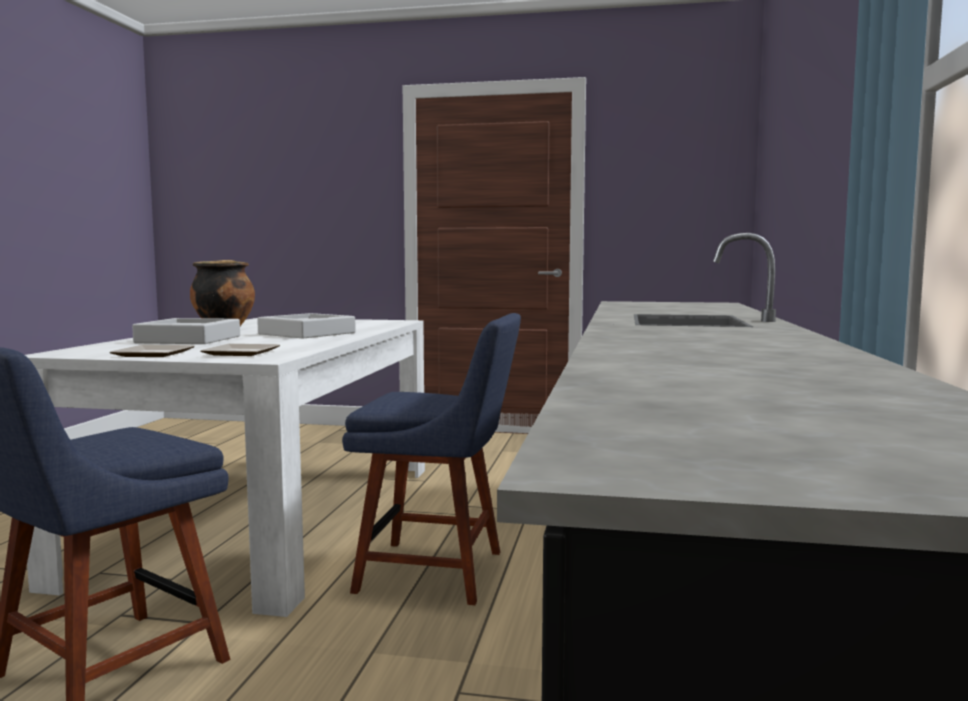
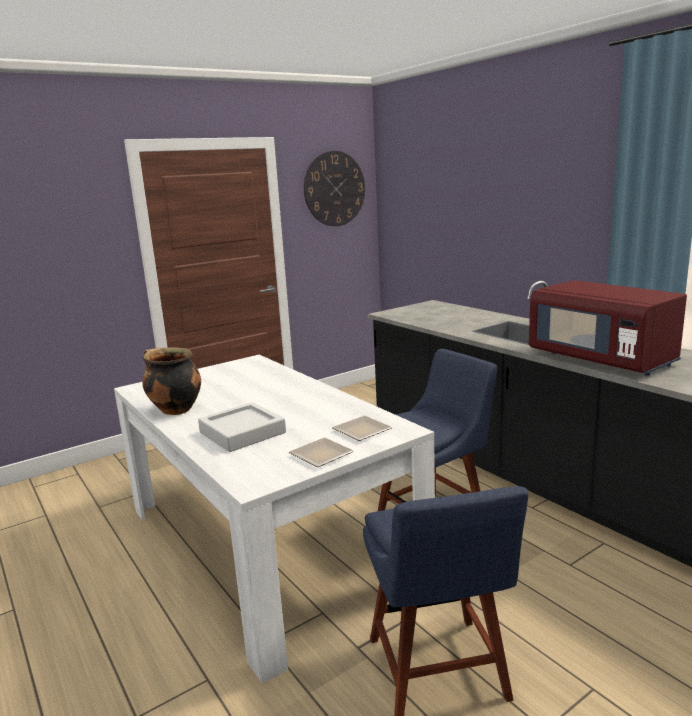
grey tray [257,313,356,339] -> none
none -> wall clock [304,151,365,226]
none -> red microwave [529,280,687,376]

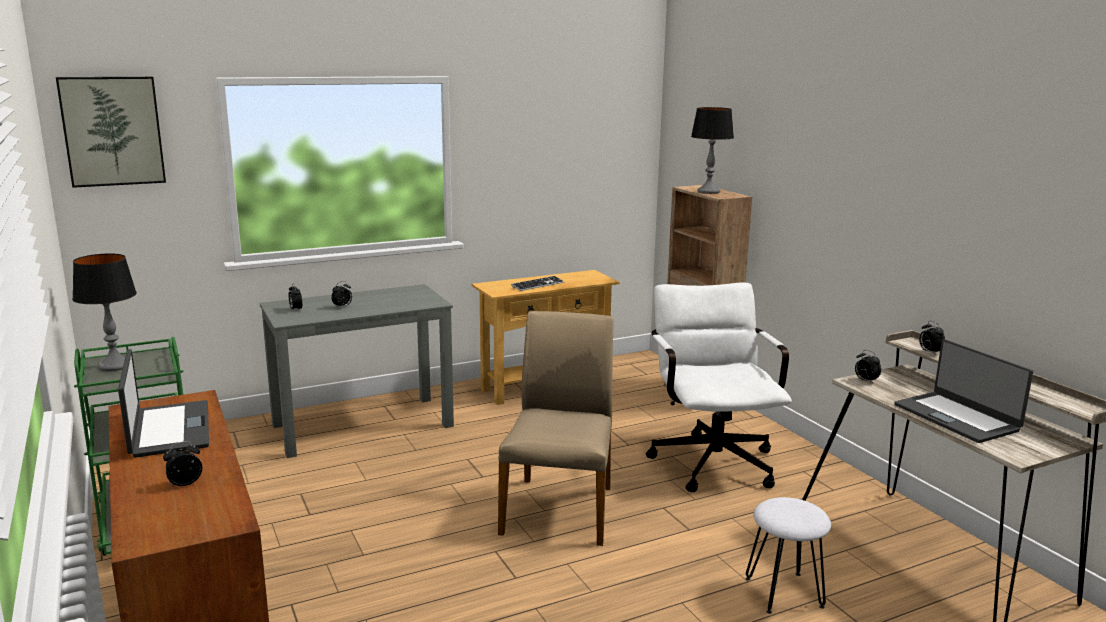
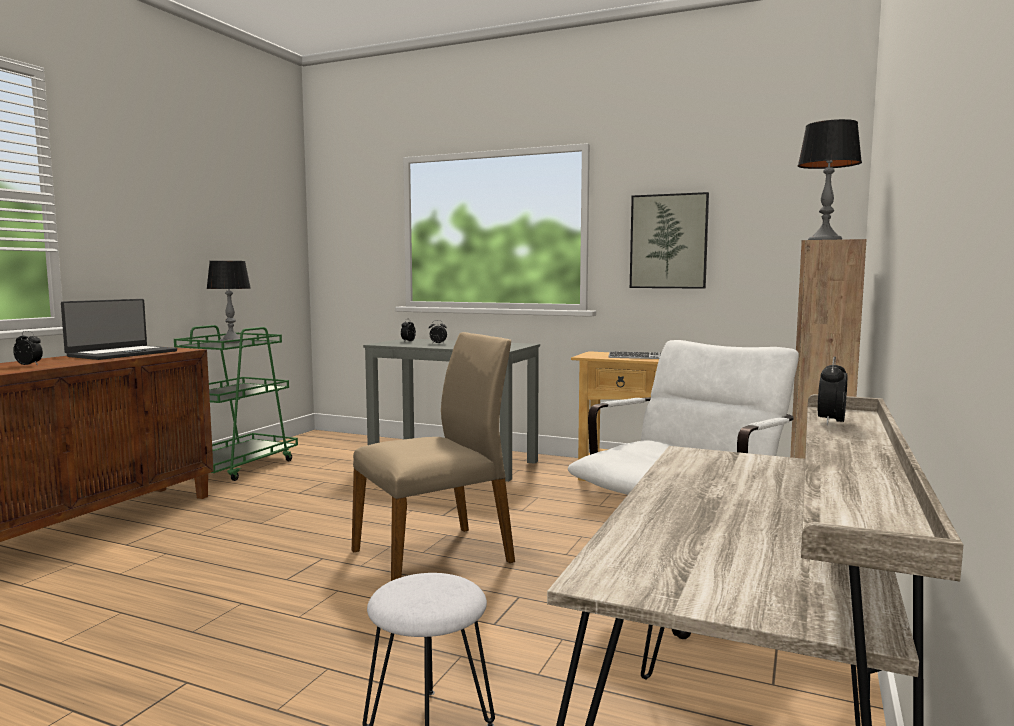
picture [56,77,166,188] -> picture [630,192,709,289], moved
alarm clock [855,350,881,384] -> none
laptop [894,339,1033,443] -> none

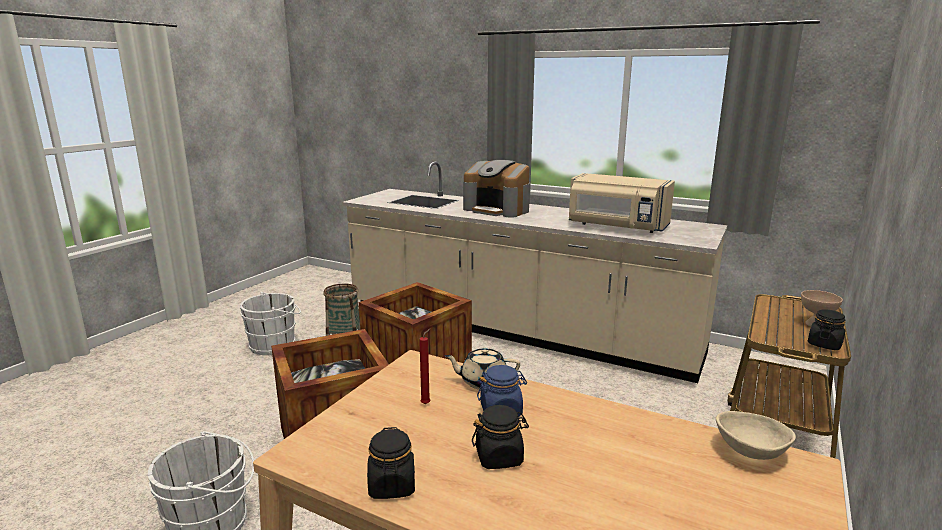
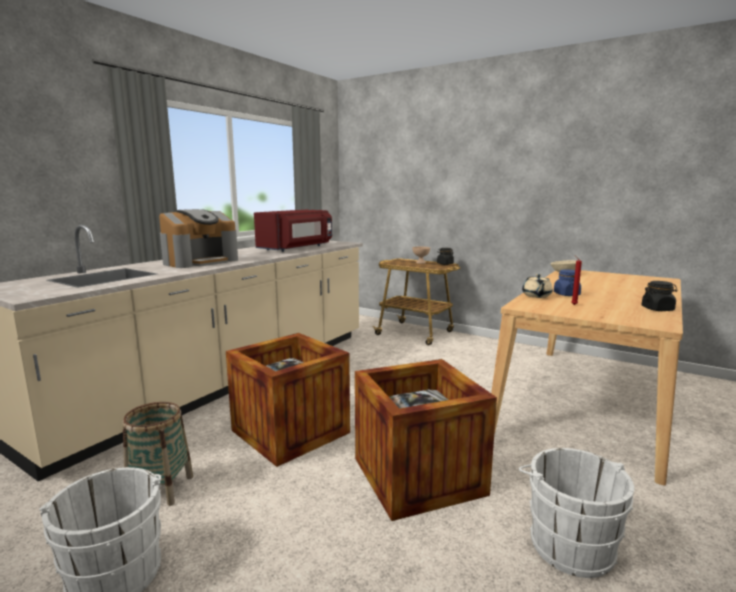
black jar [472,405,529,469] -> none
beige microwave [569,173,675,233] -> red microwave [254,210,332,252]

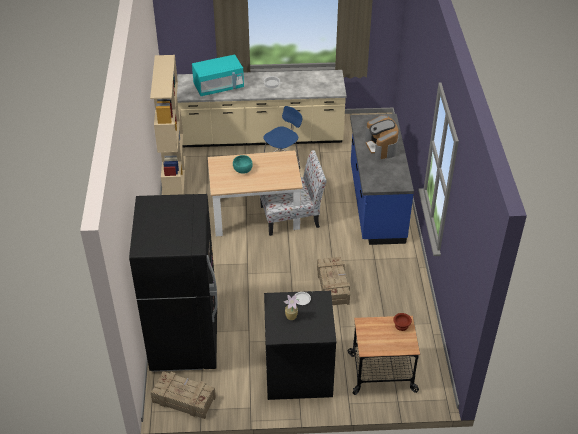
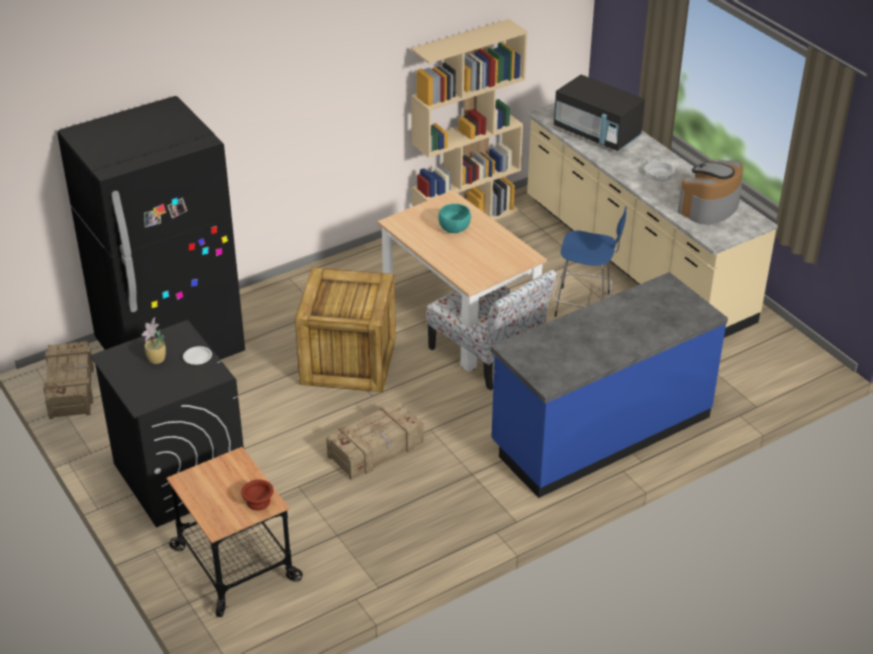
turquoise microwave [192,55,244,96] -> black microwave [554,75,645,151]
coffee machine [365,115,399,160] -> coffee machine [678,159,743,225], moved
none -> crate [295,267,396,392]

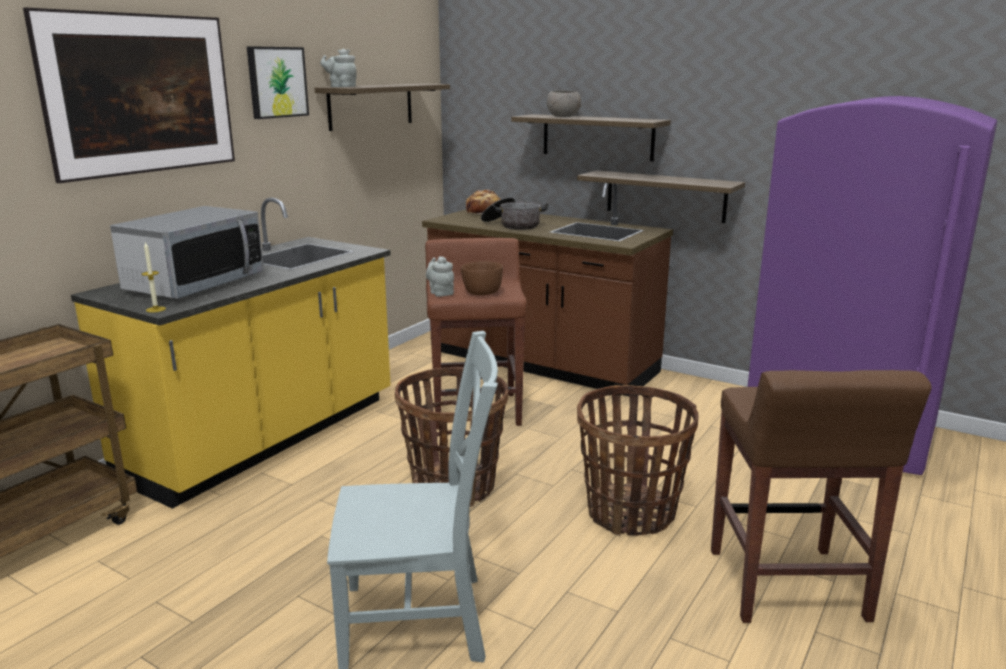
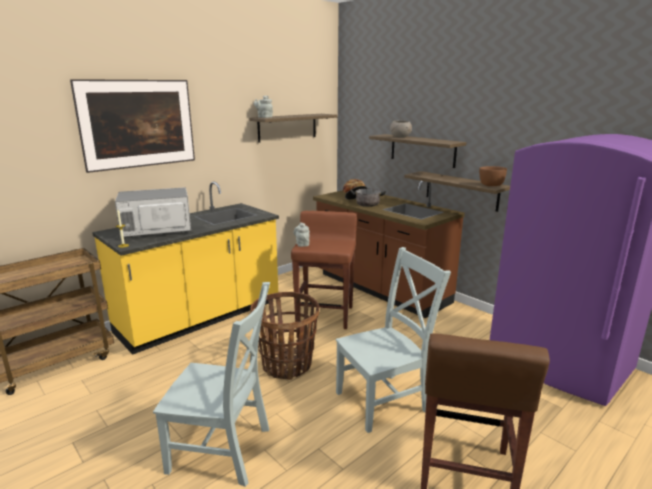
microwave [110,206,264,299] -> microwave [115,187,191,237], 150 degrees counterclockwise
picture [247,46,309,119] -> none
brown bowl [461,261,503,295] -> brown bowl [479,166,507,186], moved
basket [577,385,698,536] -> grey chair [336,247,451,433]

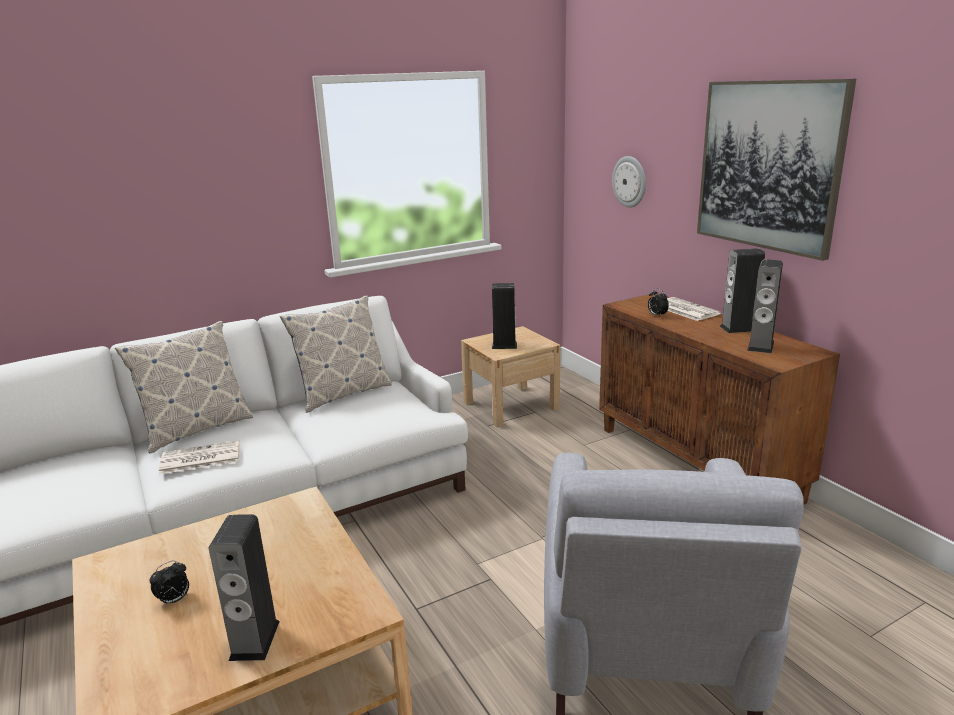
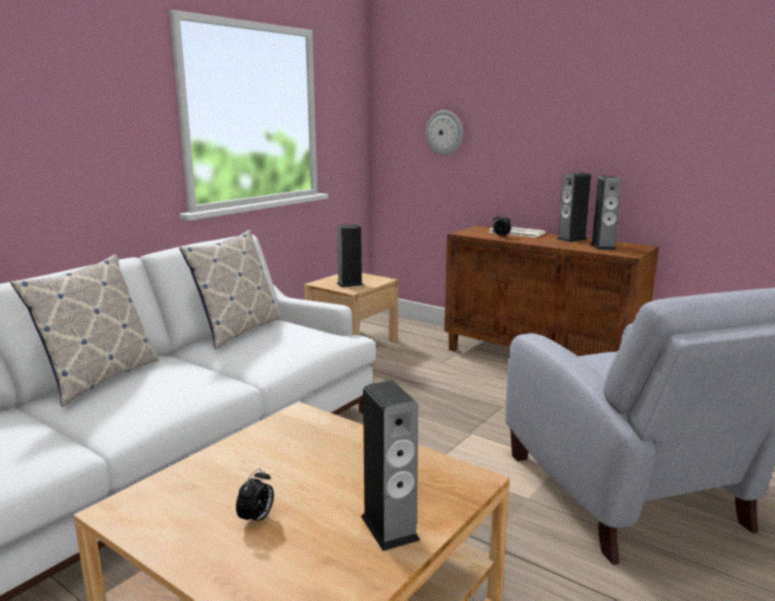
newspaper [159,440,240,474] -> none
picture [697,79,856,261] -> none

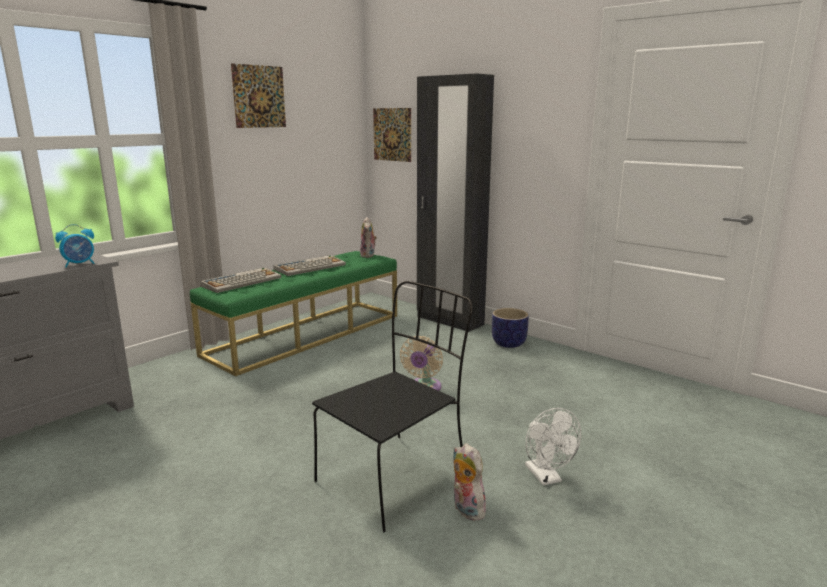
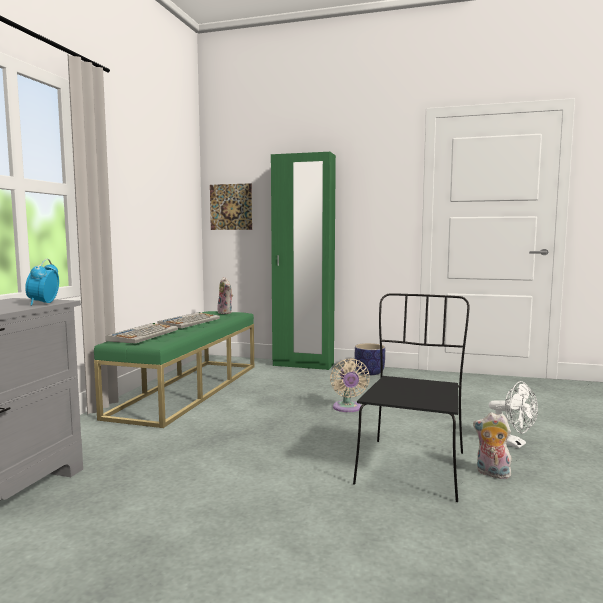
alarm clock [55,224,95,268] -> alarm clock [25,259,59,306], 150 degrees clockwise
picture [231,63,286,128] -> none
black wardrobe [417,73,494,332] -> green wardrobe [271,152,336,370]

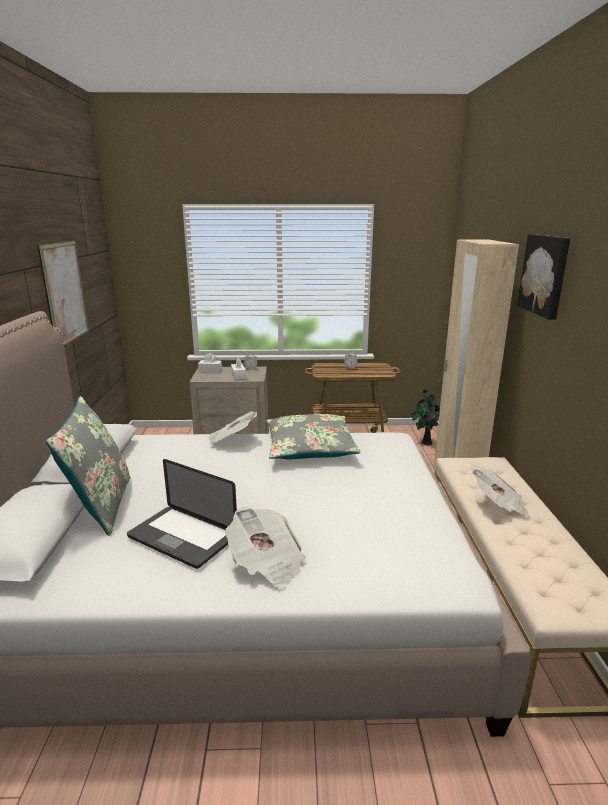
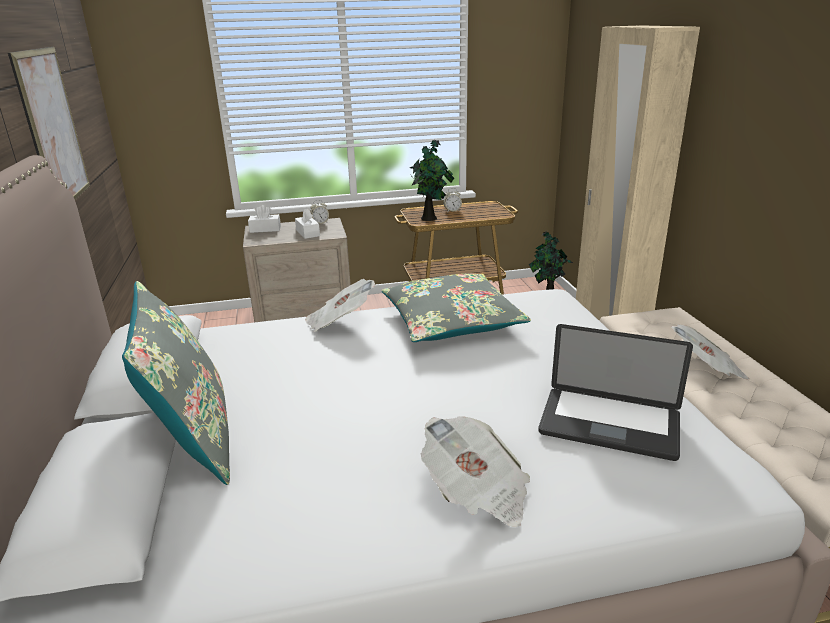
laptop [127,459,237,569] -> laptop [538,324,693,461], moved
picture [517,234,570,320] -> none
none -> potted plant [410,140,454,221]

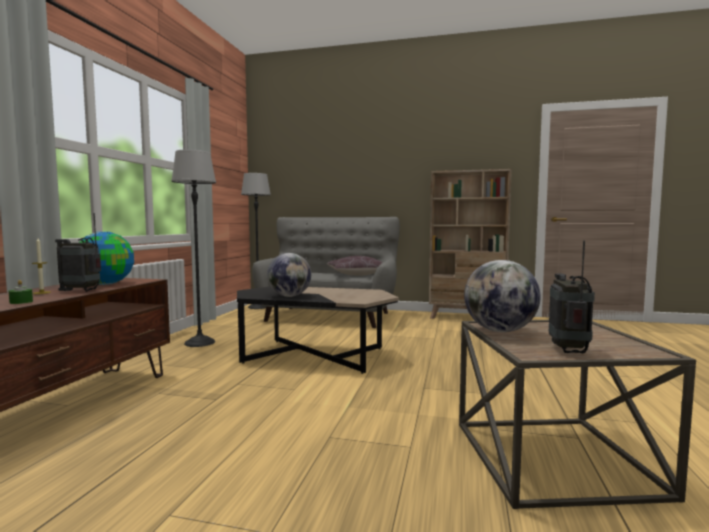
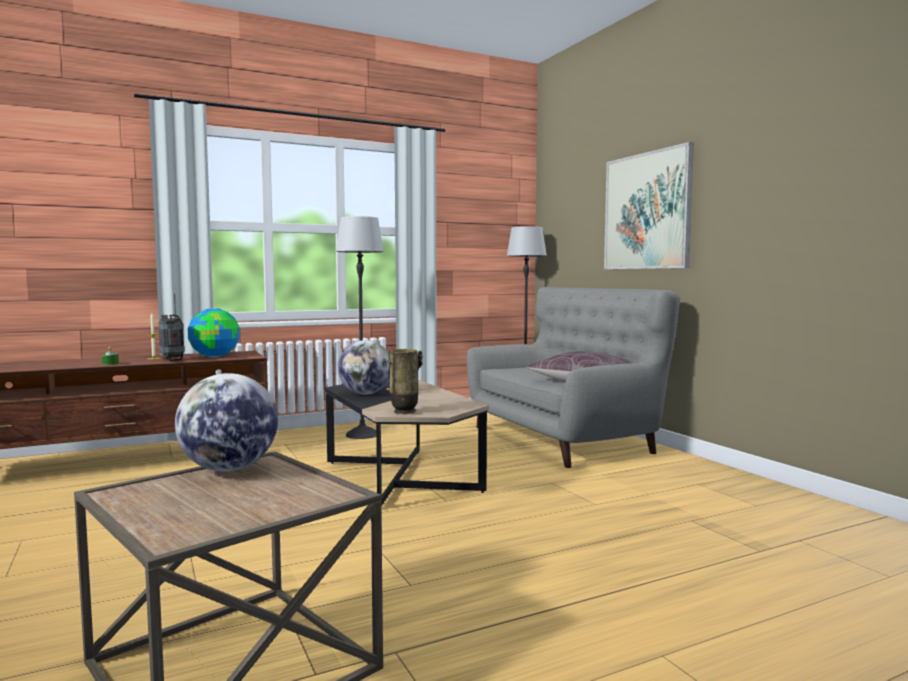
beige bookcase [429,169,512,319] -> none
radio [549,240,595,353] -> none
none -> vase [387,349,423,414]
none -> picture [604,142,694,269]

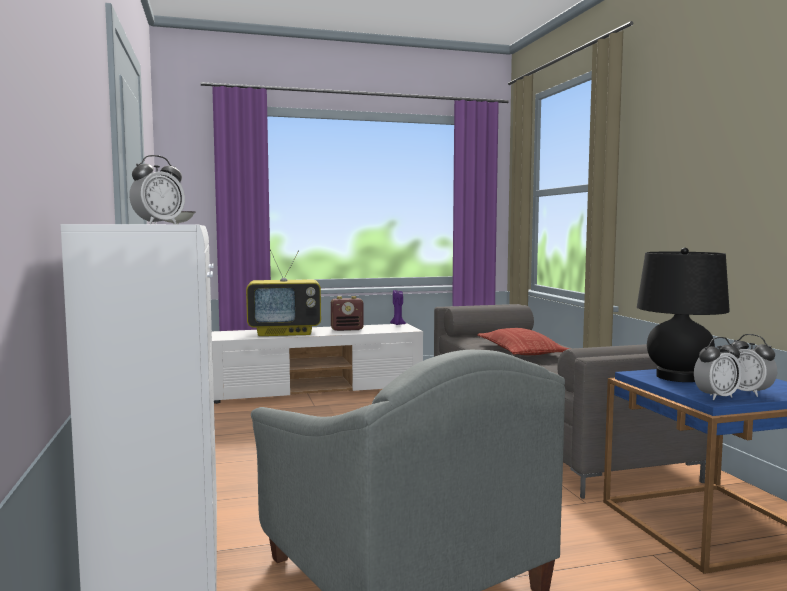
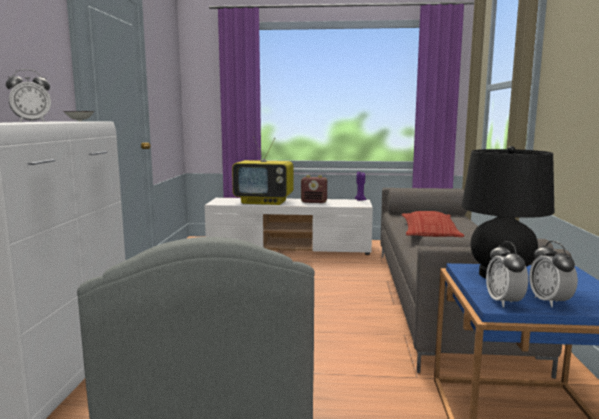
alarm clock [694,337,742,400] -> alarm clock [486,241,528,308], 90 degrees clockwise

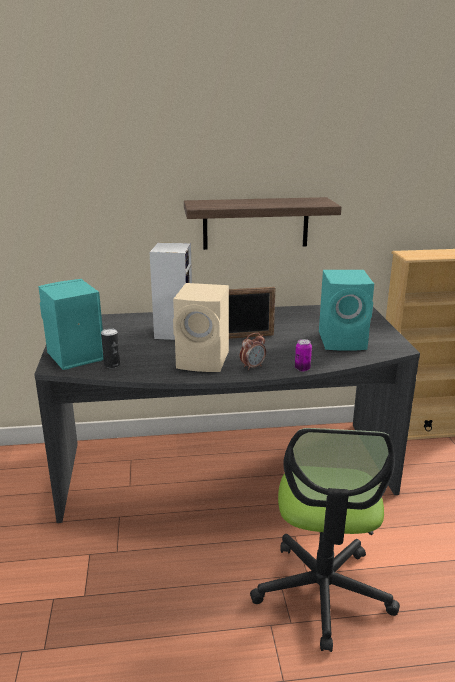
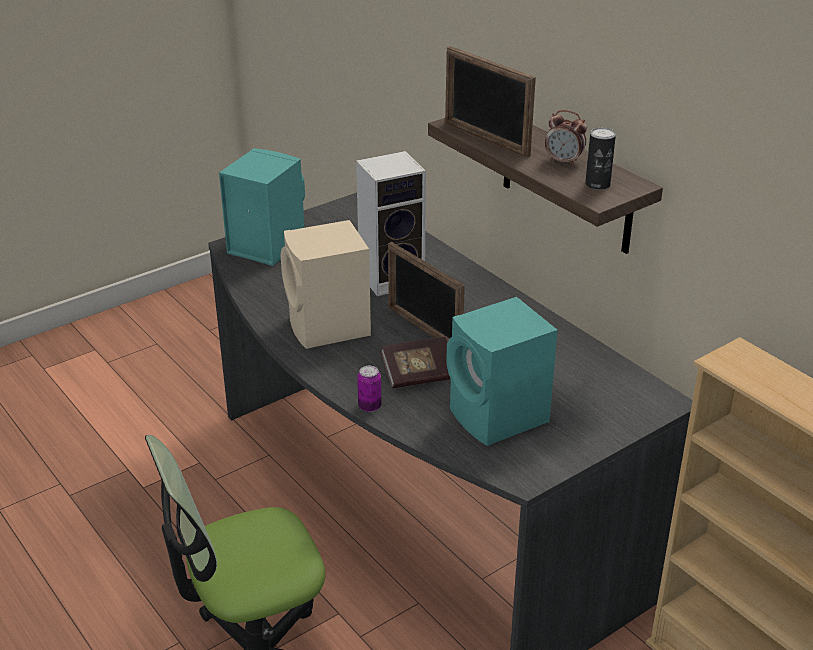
can [101,328,120,368] -> can [585,127,616,190], moved
alarm clock [240,333,266,370] -> alarm clock [545,110,587,166], moved
none -> book [380,337,450,389]
none -> picture frame [445,46,536,158]

